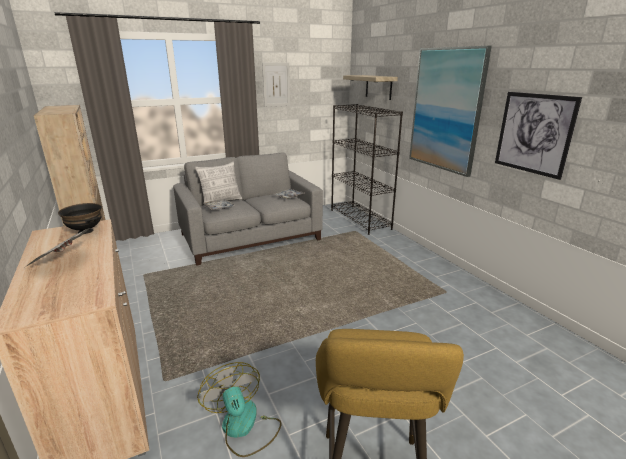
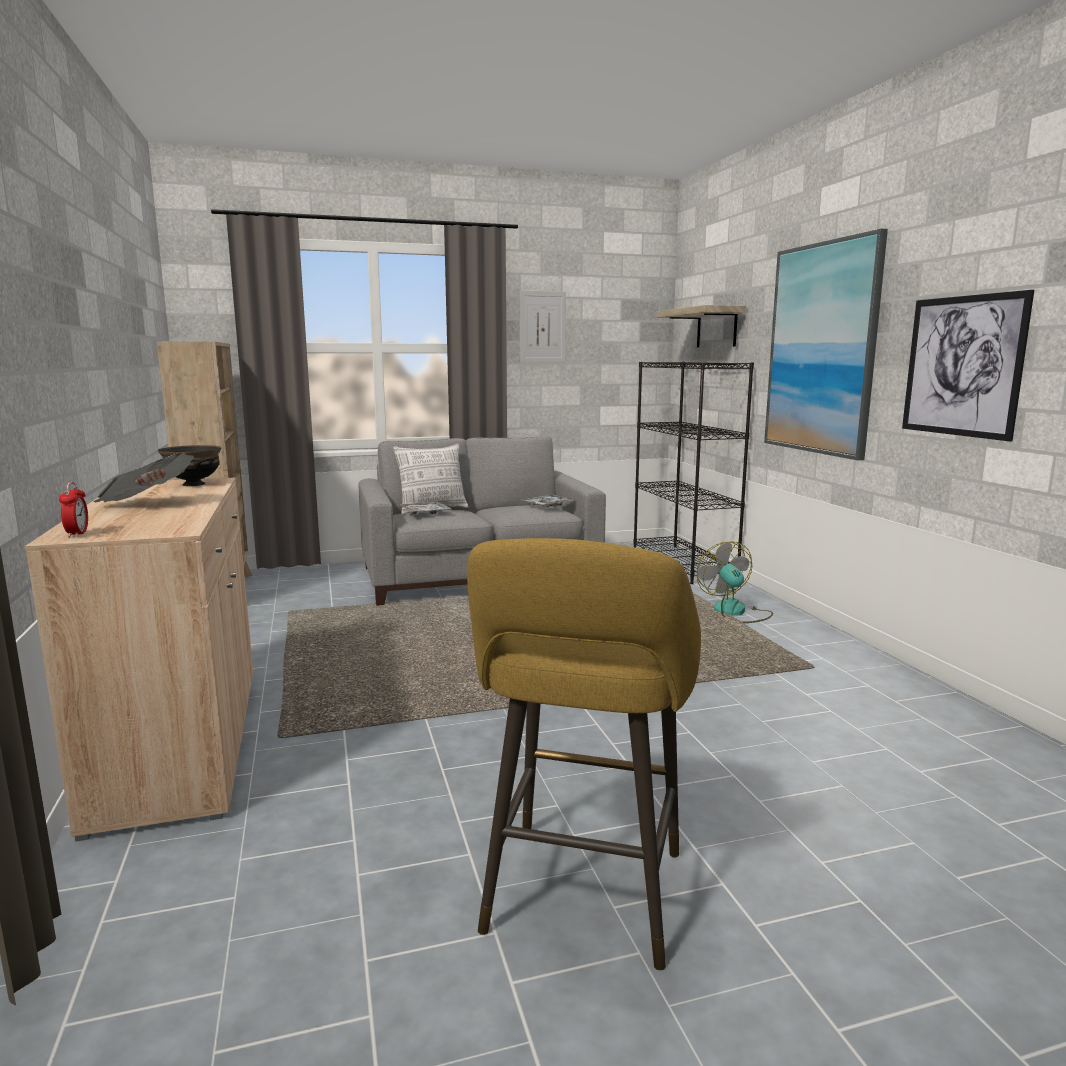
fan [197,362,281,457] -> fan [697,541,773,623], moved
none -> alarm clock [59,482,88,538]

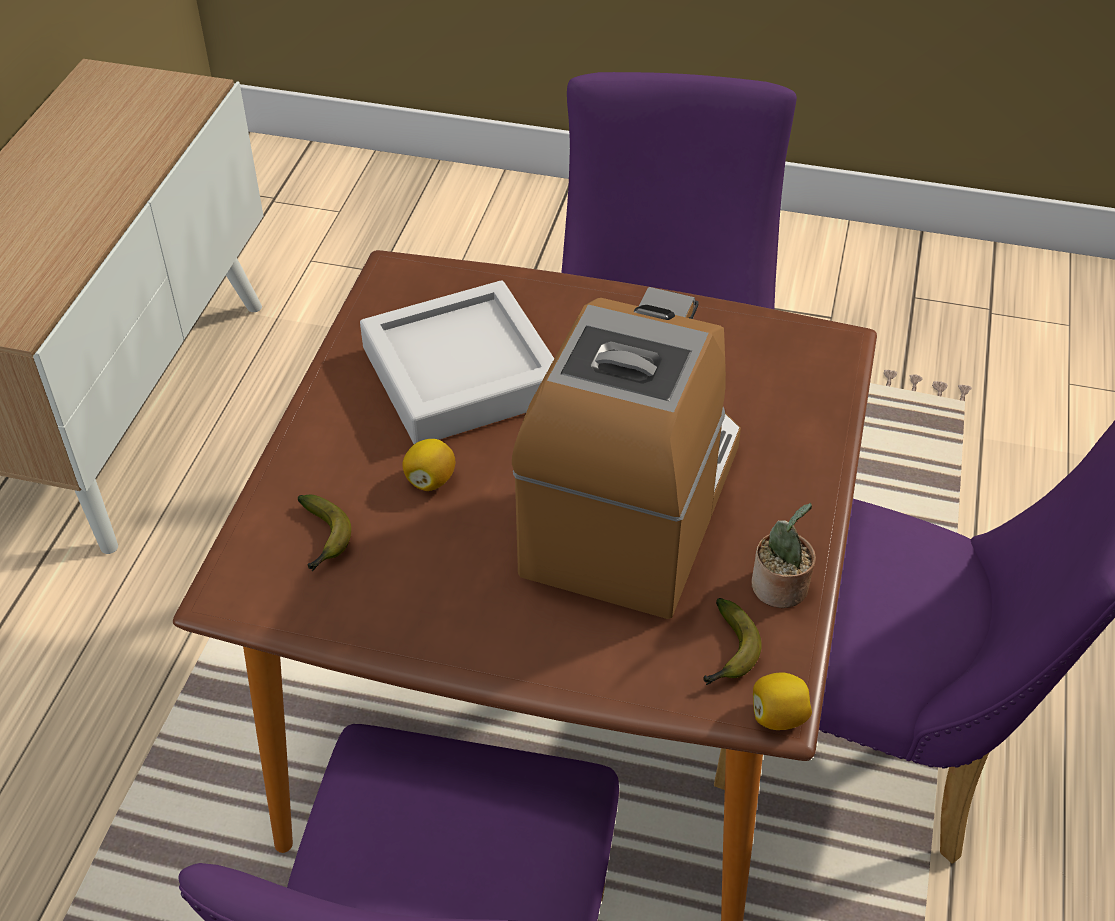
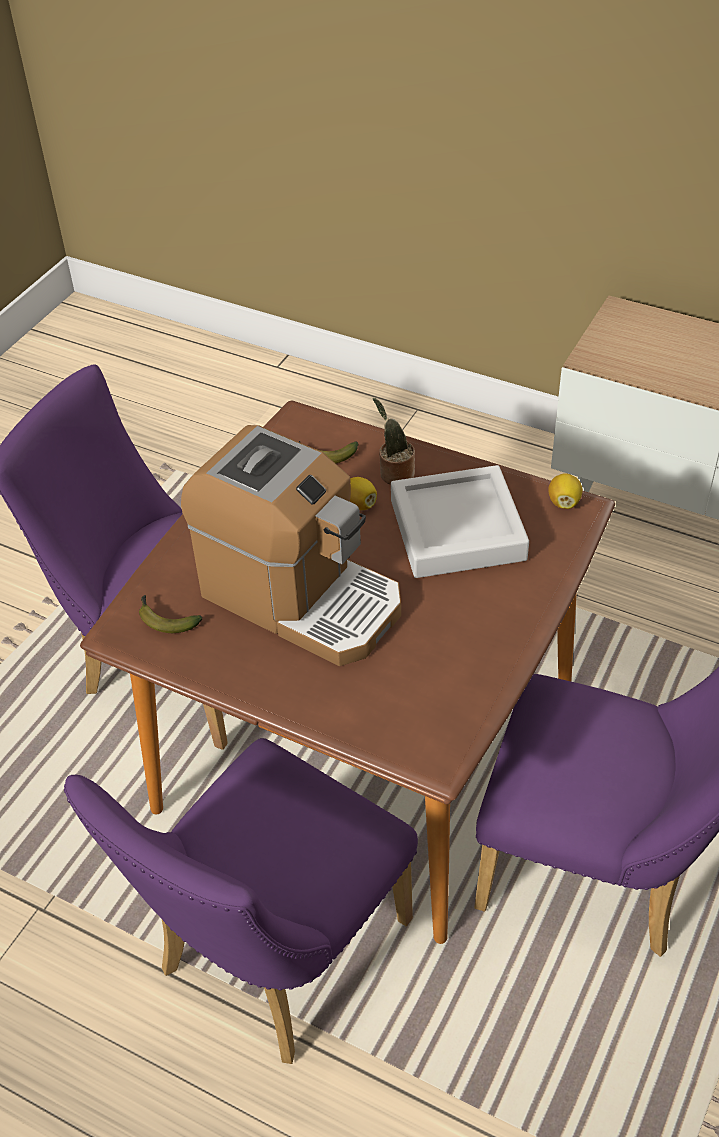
potted plant [751,503,816,608] -> potted plant [373,398,415,485], moved
lemon [753,672,812,730] -> lemon [548,473,583,509], moved

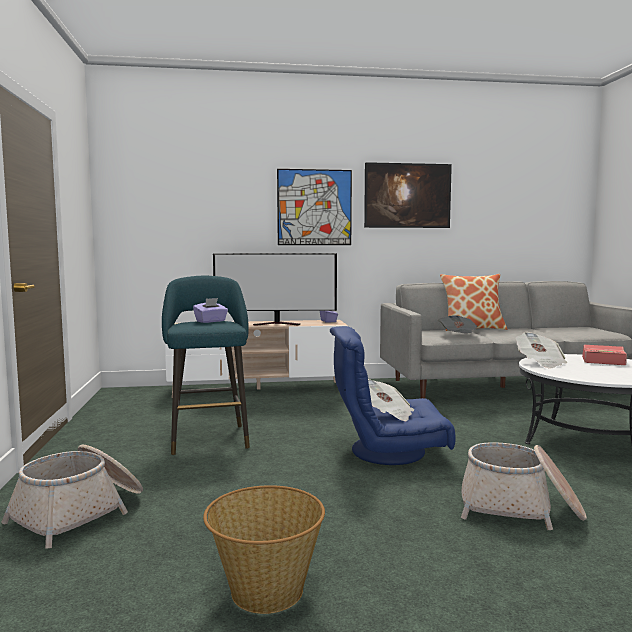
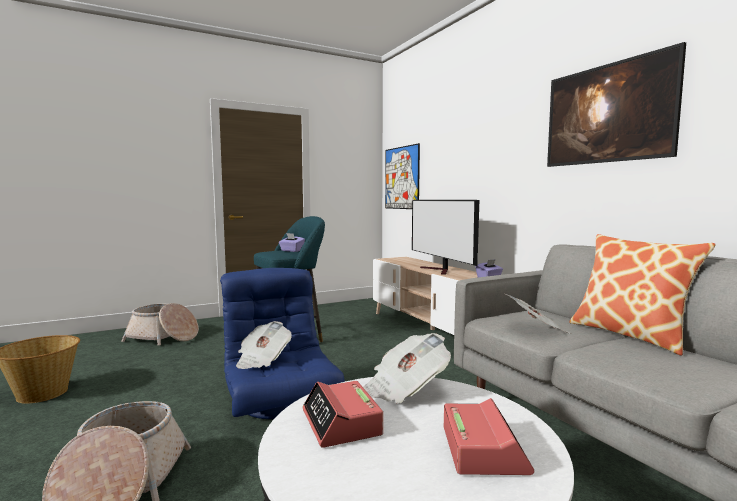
picture [277,169,352,245] -> picture [385,143,420,209], moved
none -> alarm clock [303,381,383,448]

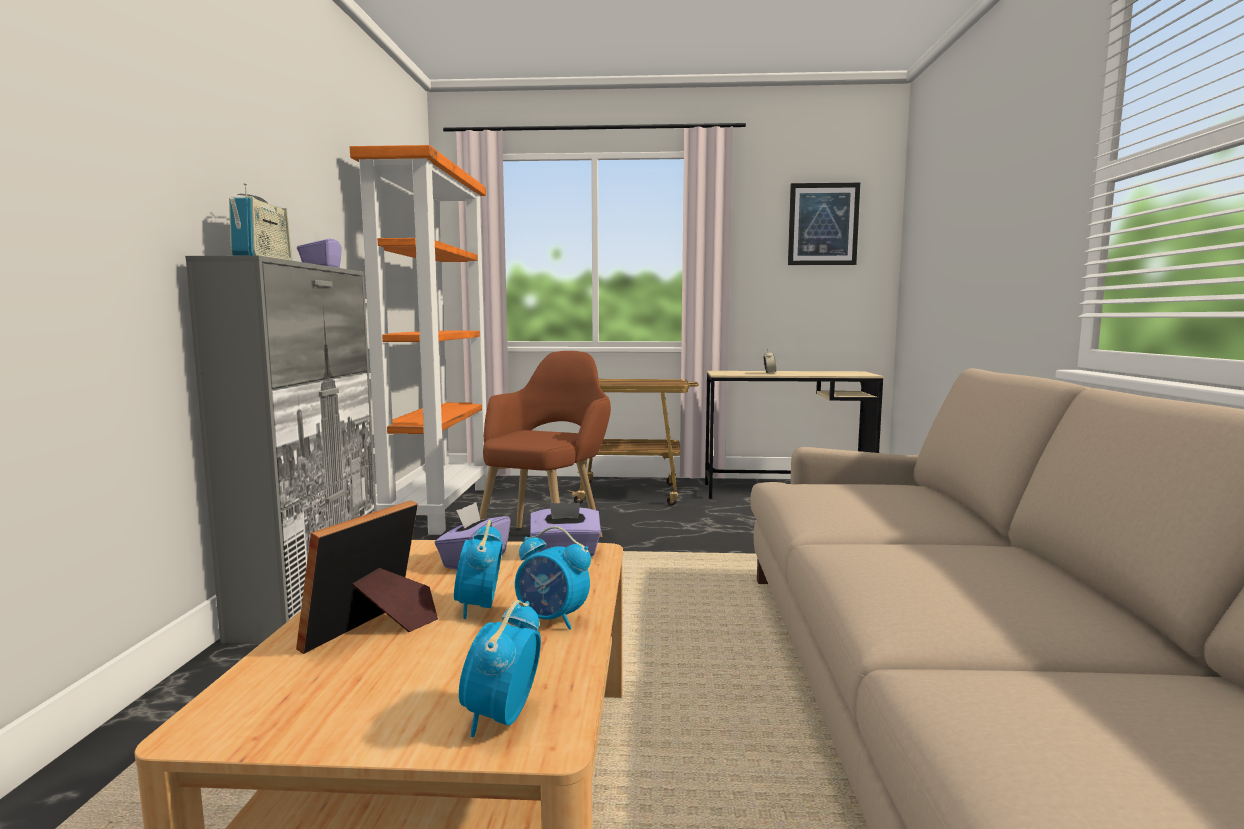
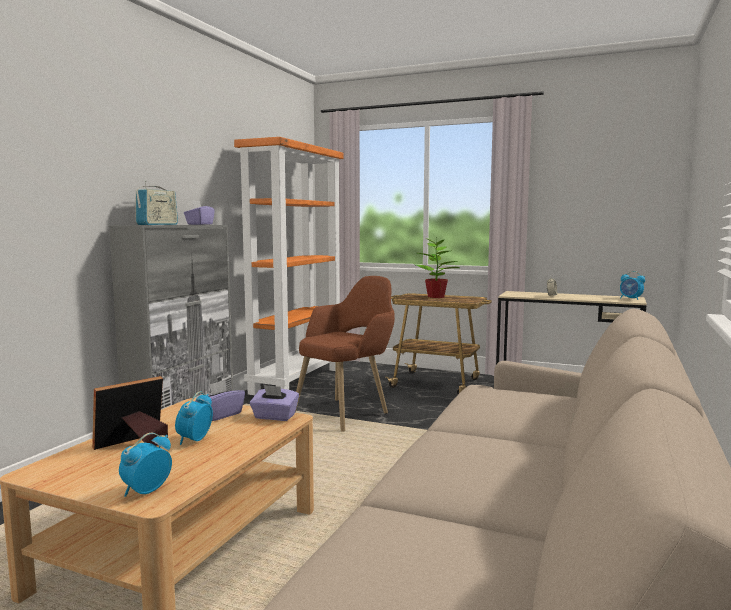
alarm clock [515,526,591,630] -> alarm clock [620,271,645,300], moved
picture [788,183,860,265] -> none
none -> potted plant [416,238,459,298]

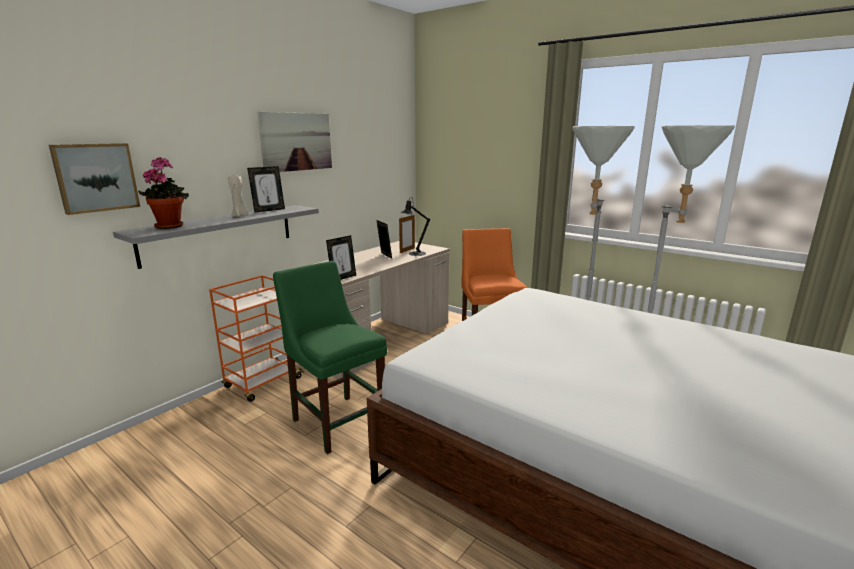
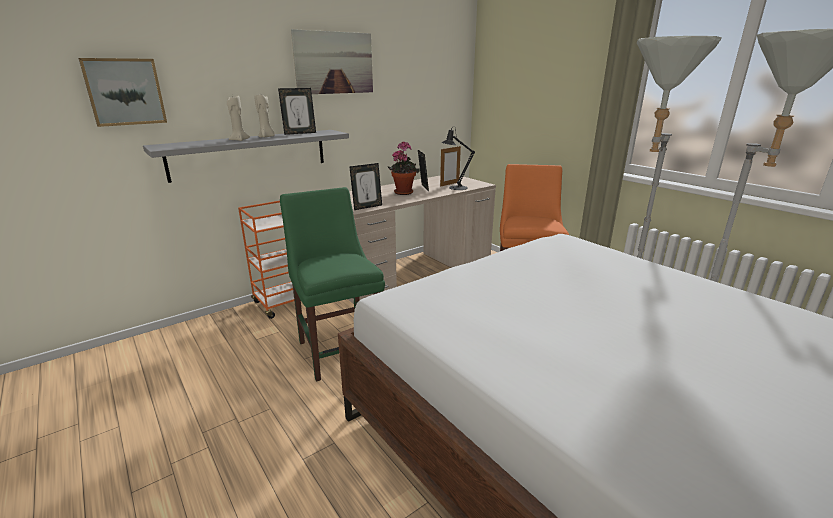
potted plant [138,157,189,229] -> potted plant [388,141,420,195], moved
none -> beige candle [227,95,250,141]

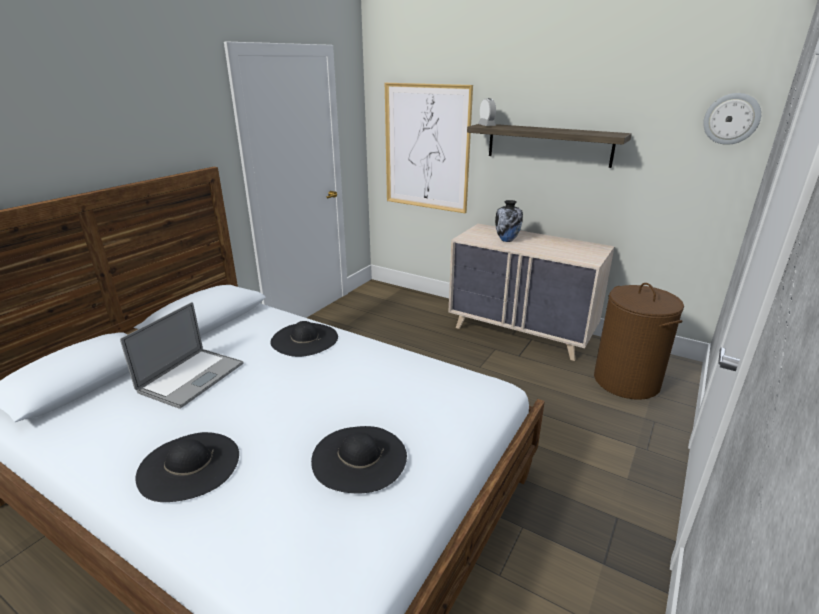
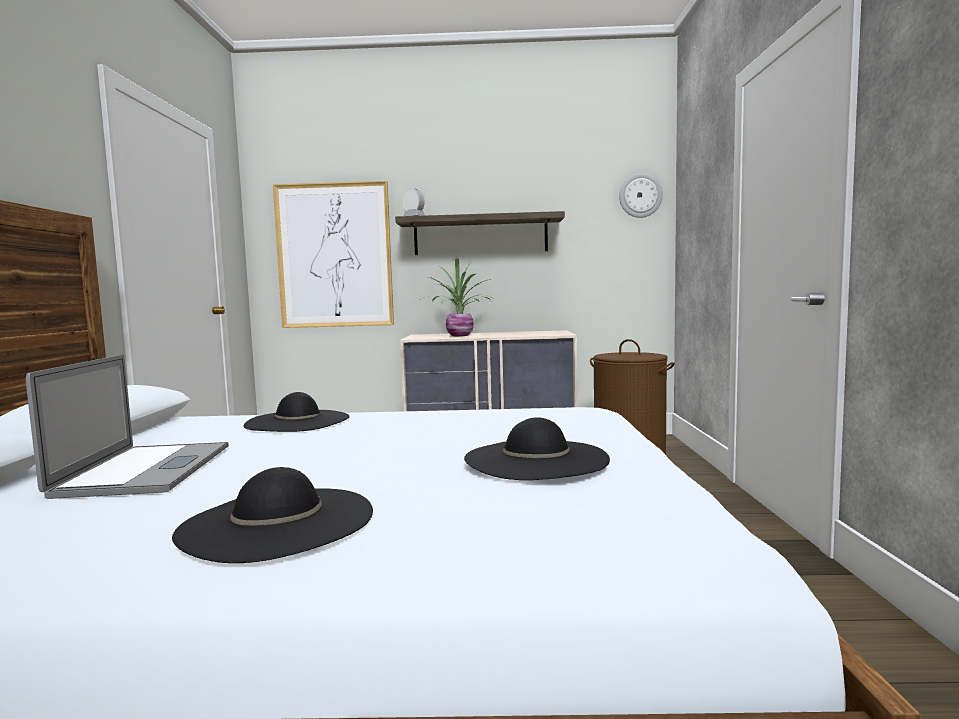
vase [495,200,523,242] -> potted plant [418,259,494,336]

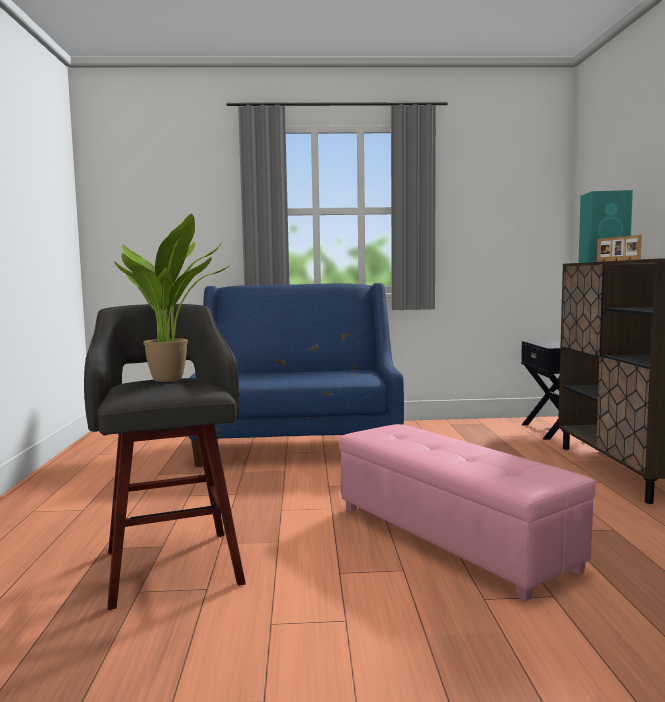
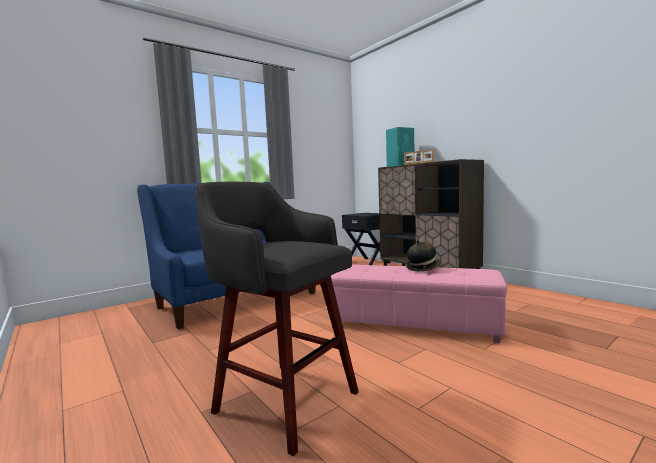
potted plant [114,214,231,382] -> none
none -> hat [406,240,441,272]

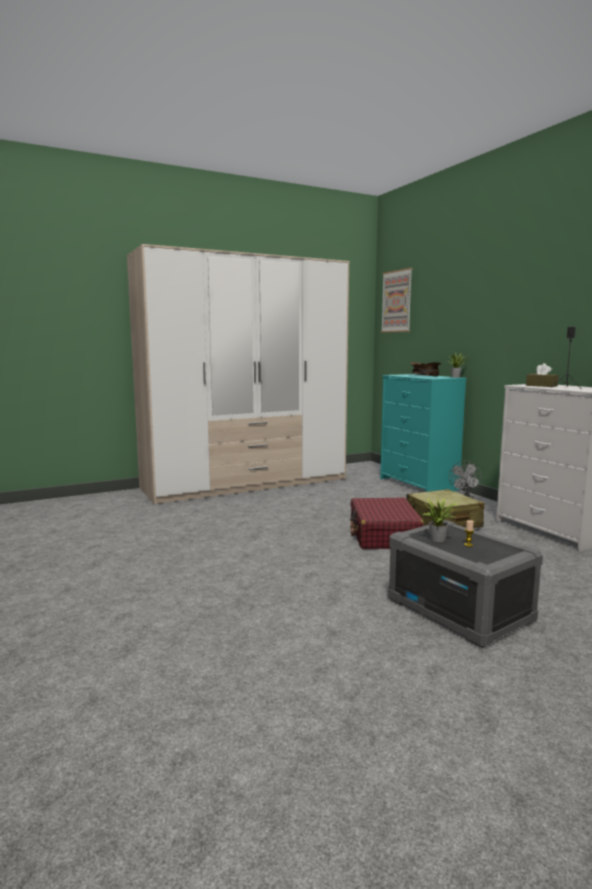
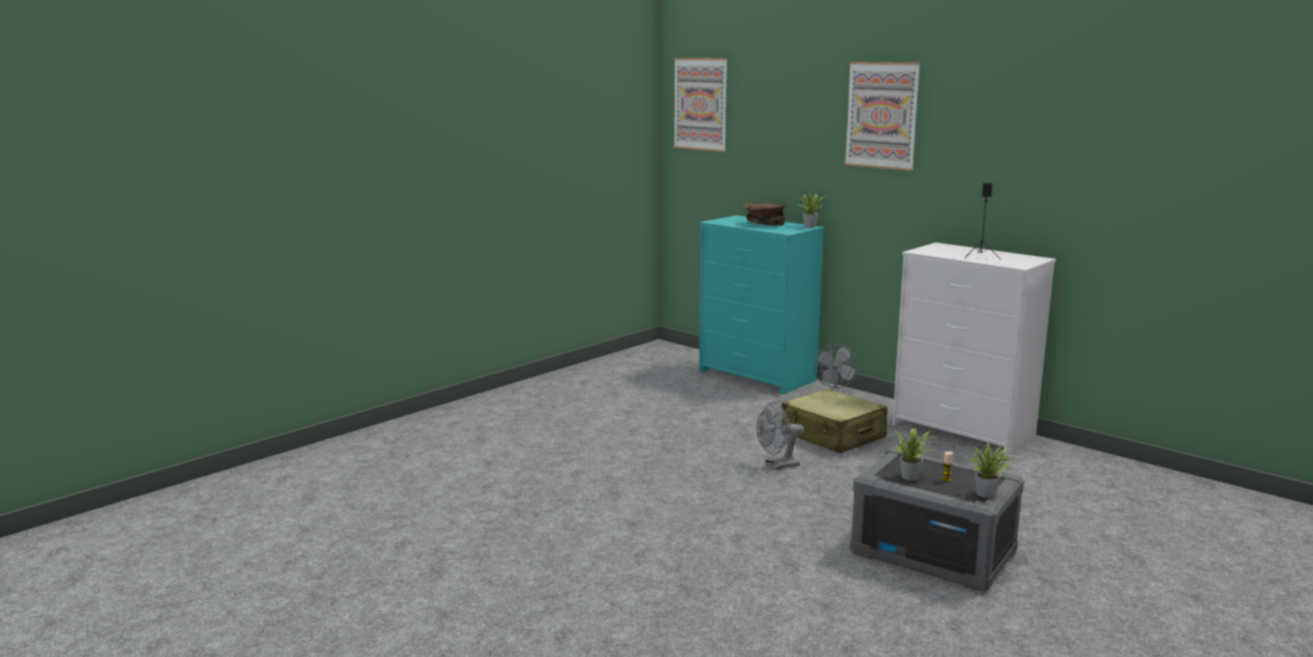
wardrobe [127,244,350,505] -> none
red suitcase [350,498,424,549] -> grey fan [757,402,804,470]
brown tissue box [526,363,559,387] -> none
none -> picture [844,62,921,171]
none -> potted plant [969,441,1014,498]

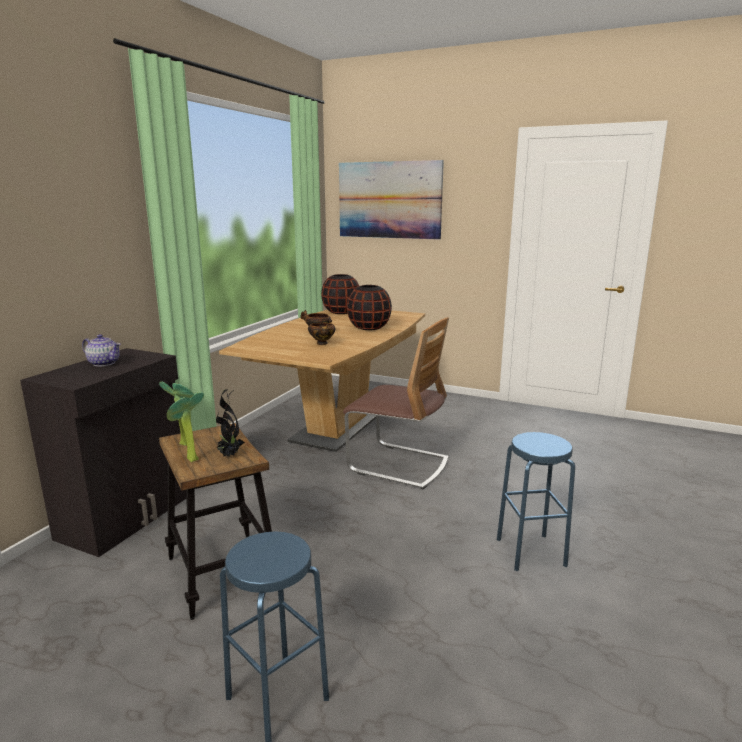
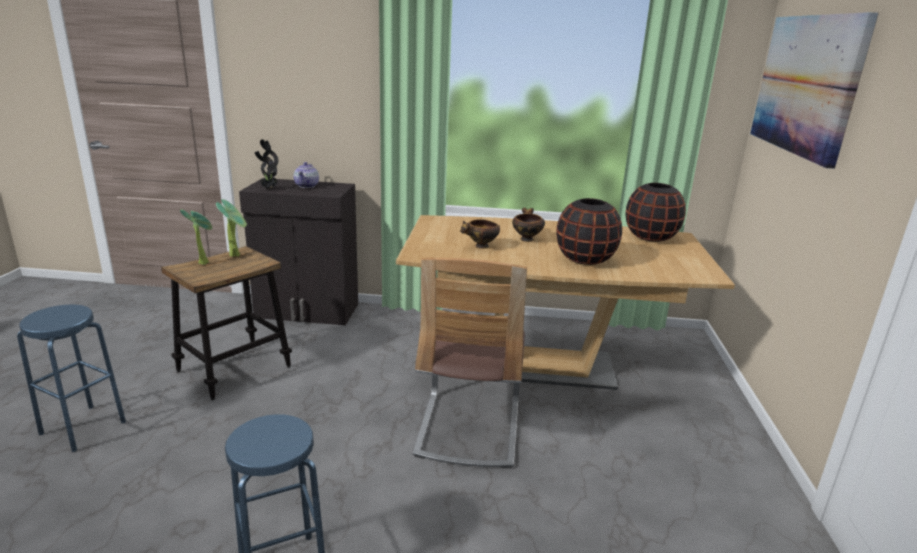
potted plant [216,390,245,457] -> potted plant [255,139,278,189], moved

